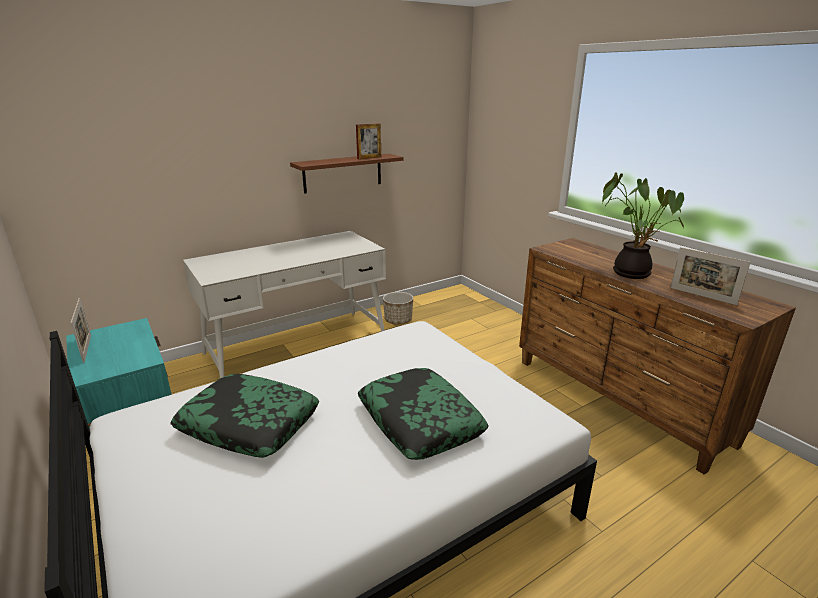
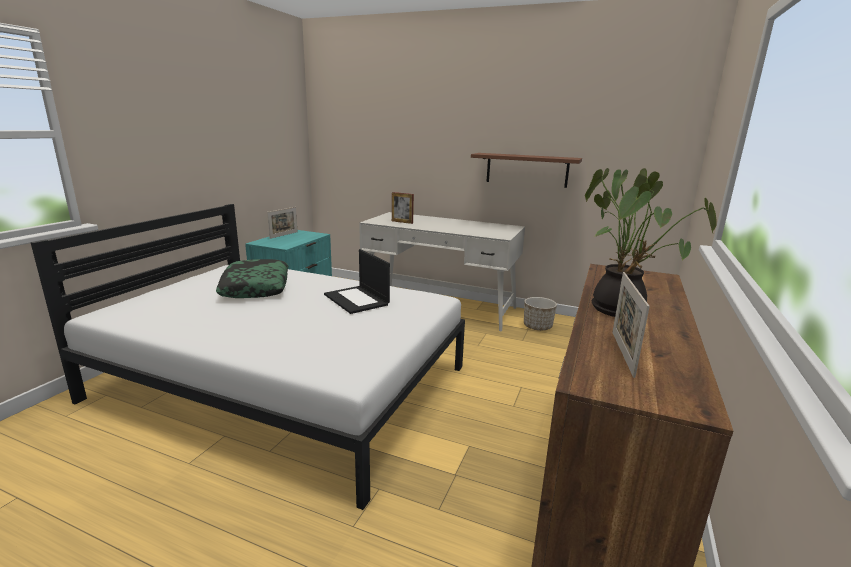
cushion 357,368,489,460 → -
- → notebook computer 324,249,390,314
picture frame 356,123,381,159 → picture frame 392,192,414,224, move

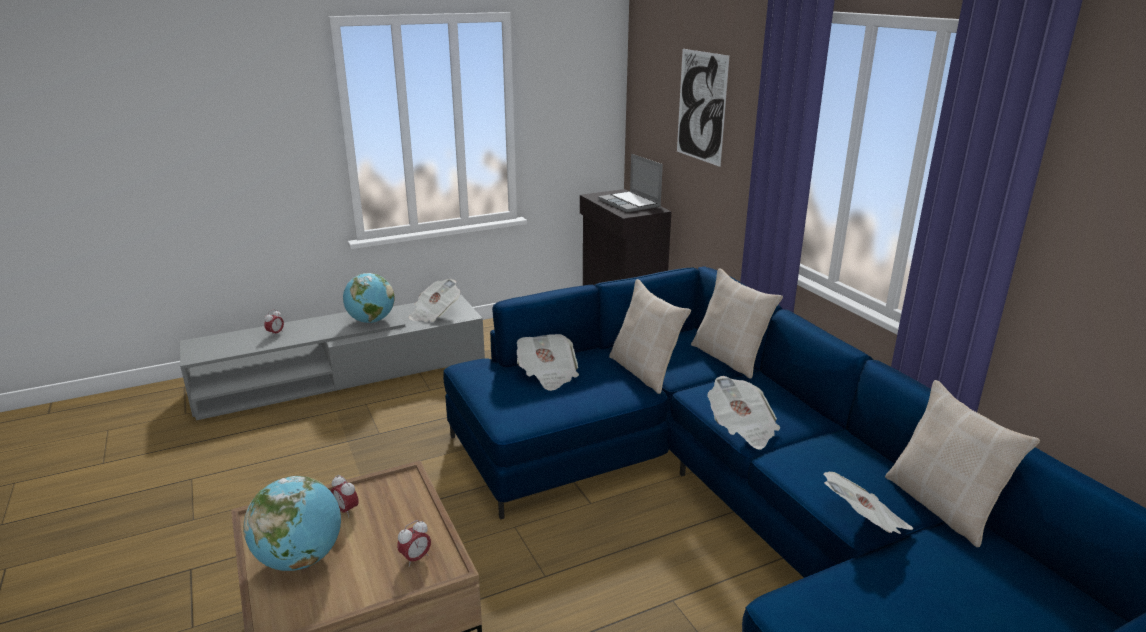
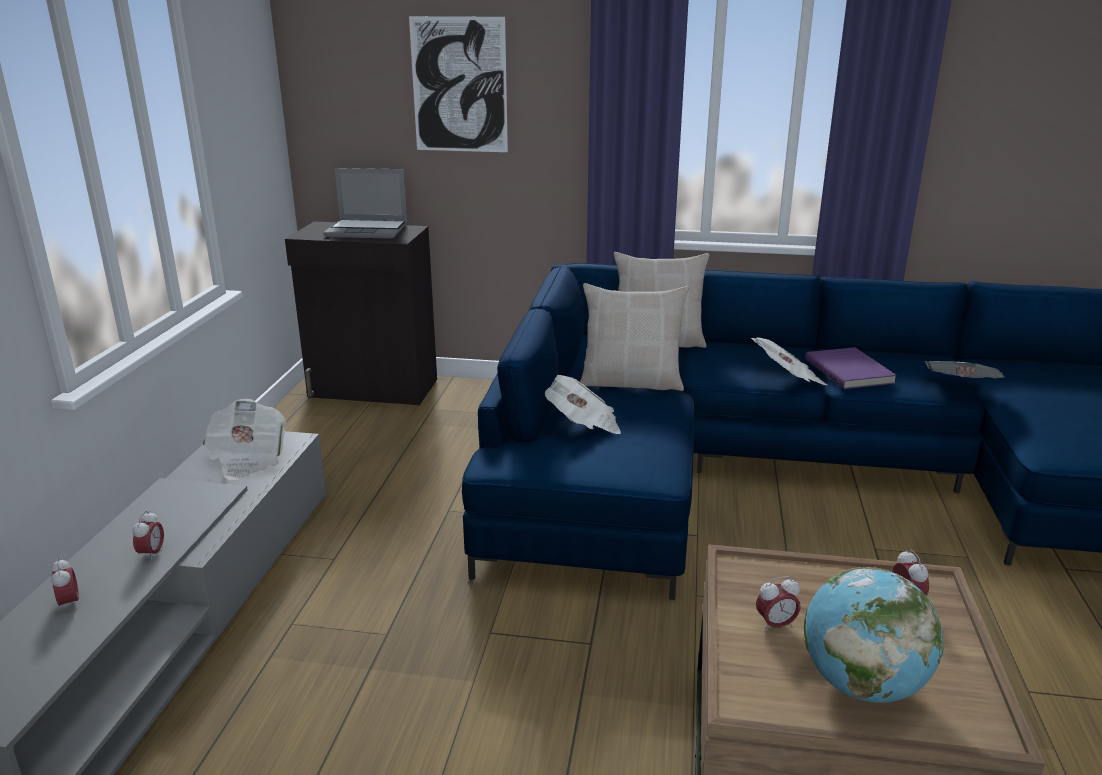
desk globe 343,273,394,323 → -
beige-coloured cushion 885,380,1040,547 → -
- → table clock 132,511,164,561
- → purplish book 805,347,897,389

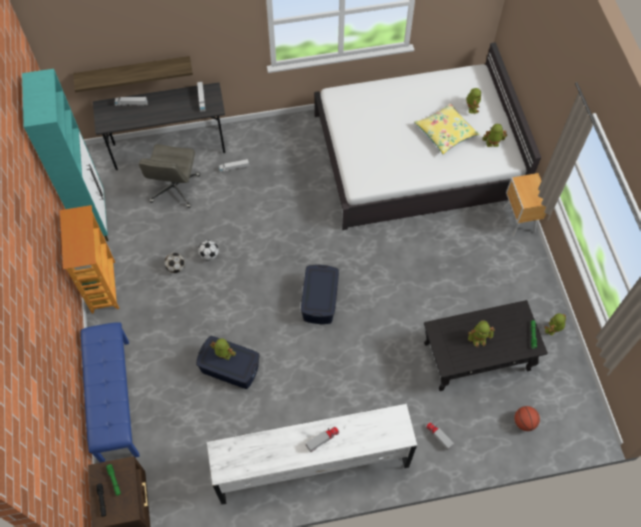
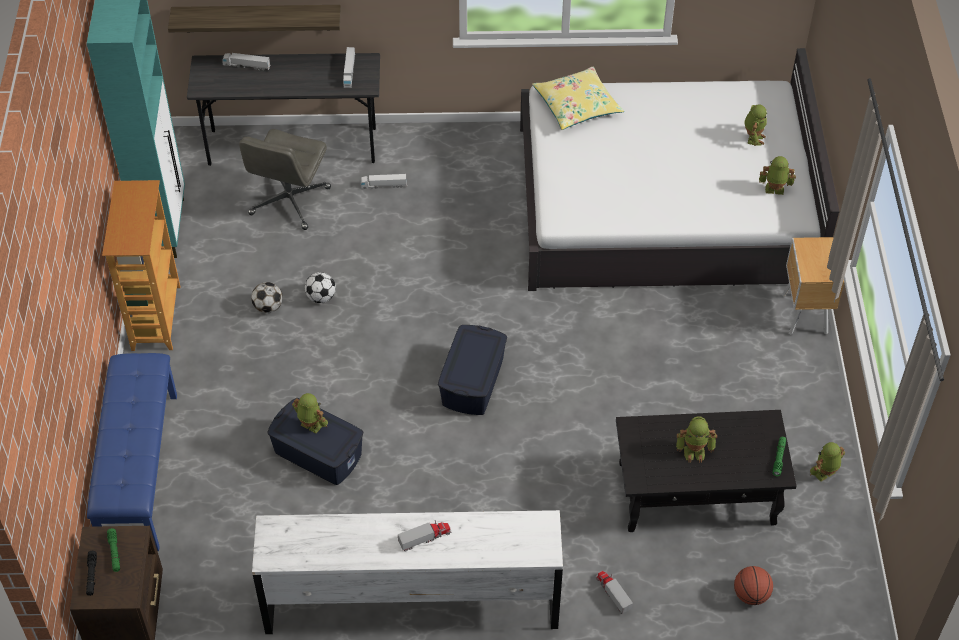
yellow cushion 414,103,480,154 → yellow cushion 532,67,624,130, move

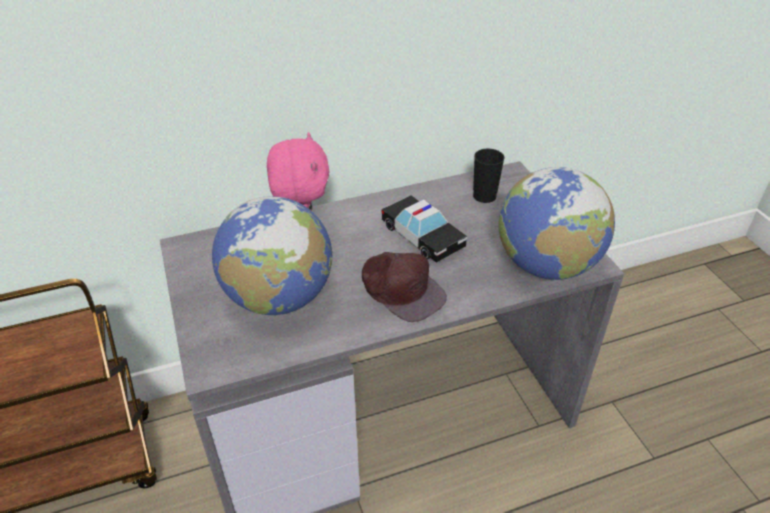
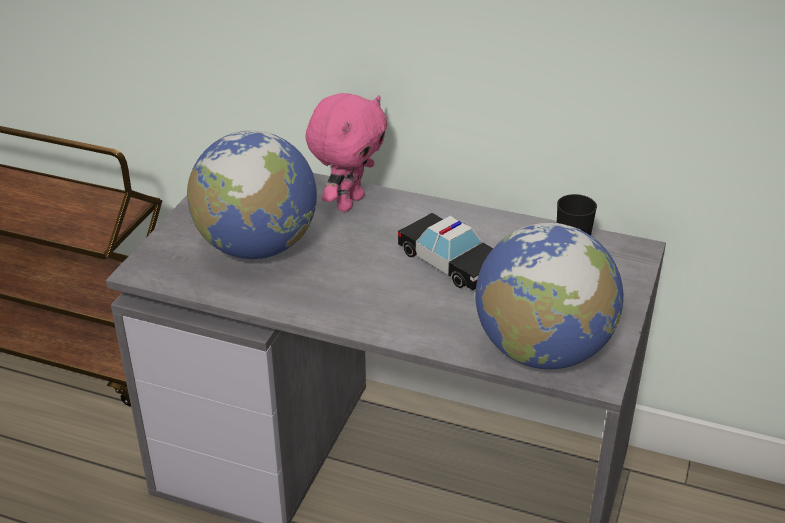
brown-coloured baseball cap 362,252,447,322 → -
model car 382,195,467,263 → model car 398,213,493,290, 45 degrees counterclockwise

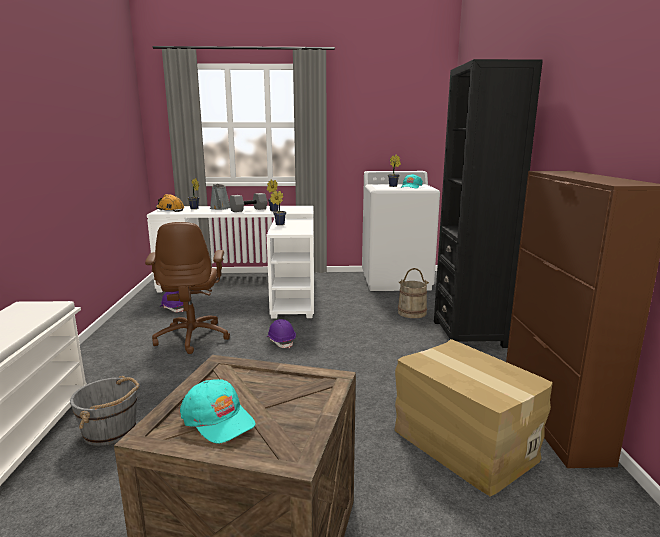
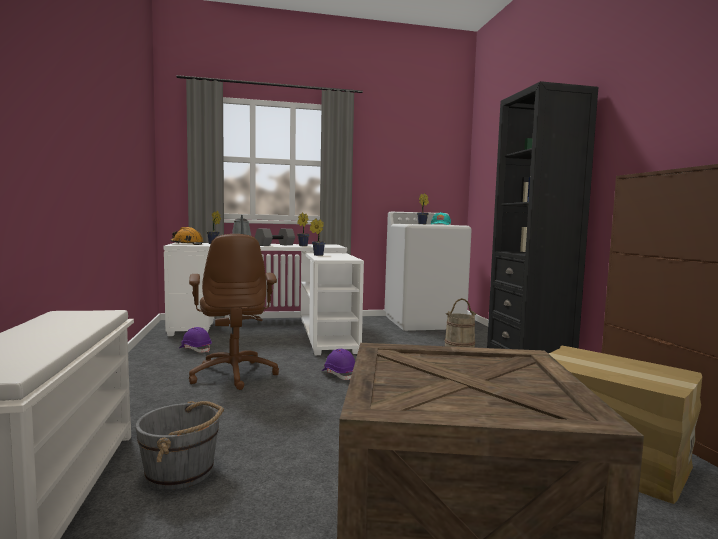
turquoise baseball cap 180,379,256,444 → -

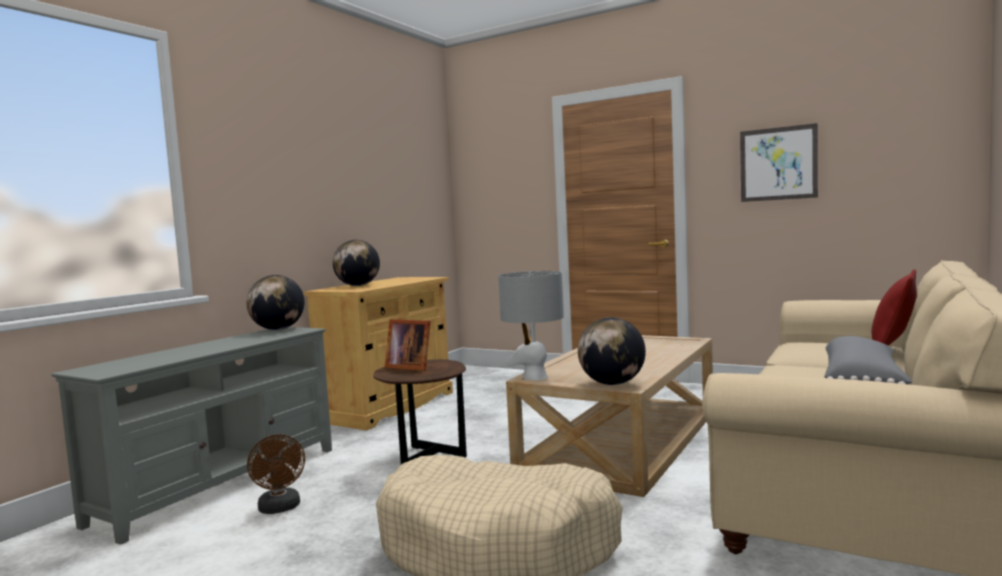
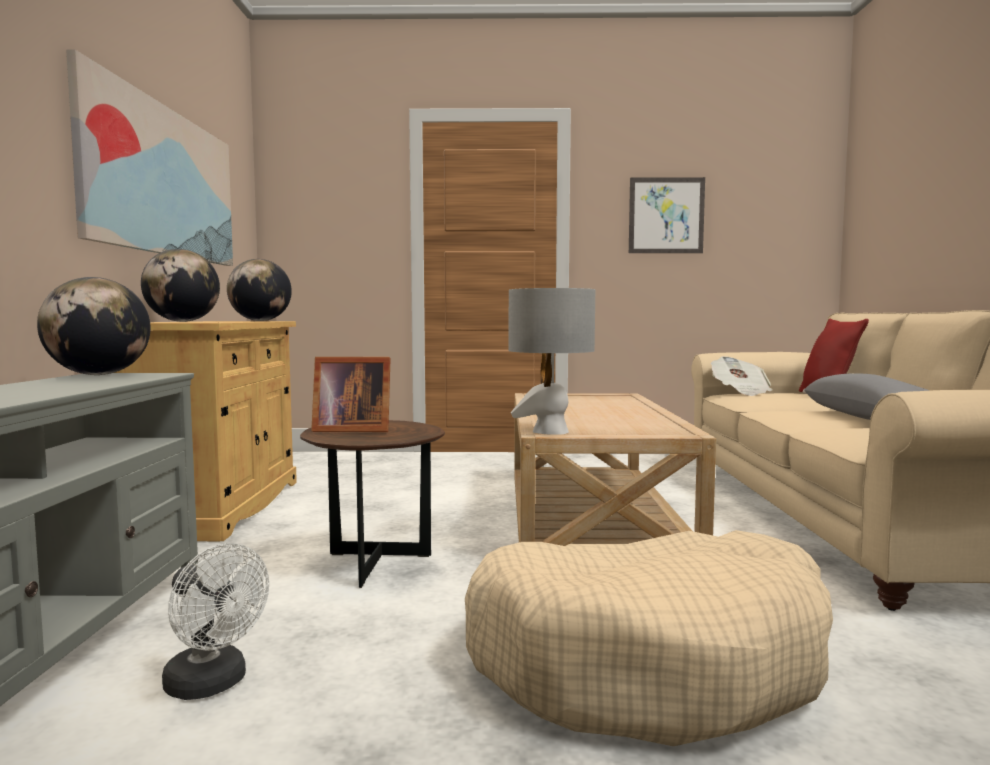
- → wall picture 66,49,233,266
- → newspaper 711,356,773,396
desk globe 578,317,646,385 → desk globe 227,259,292,321, move
brown-coloured cooling fan 247,434,305,514 → whitish cooling fan 162,543,269,700

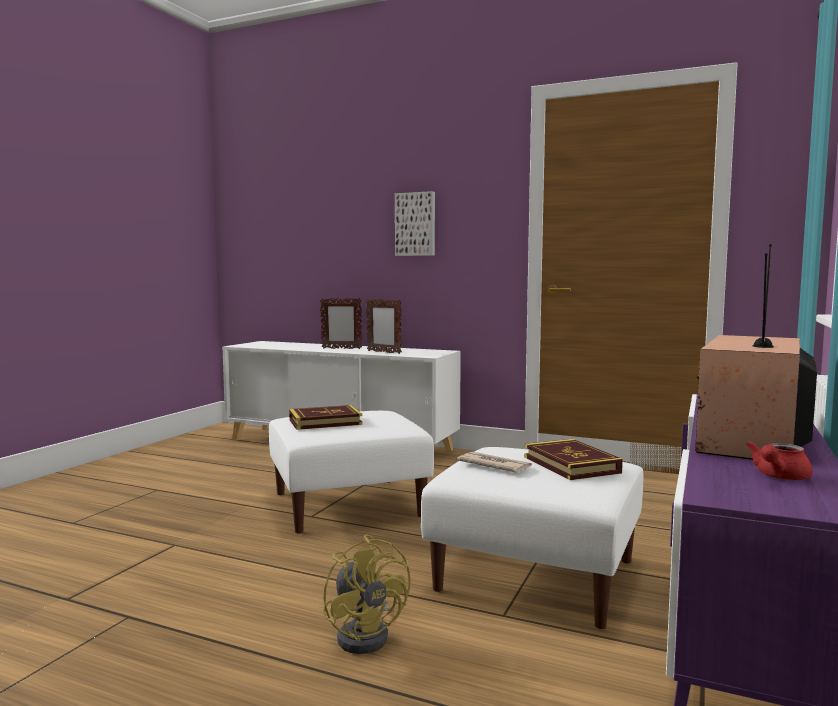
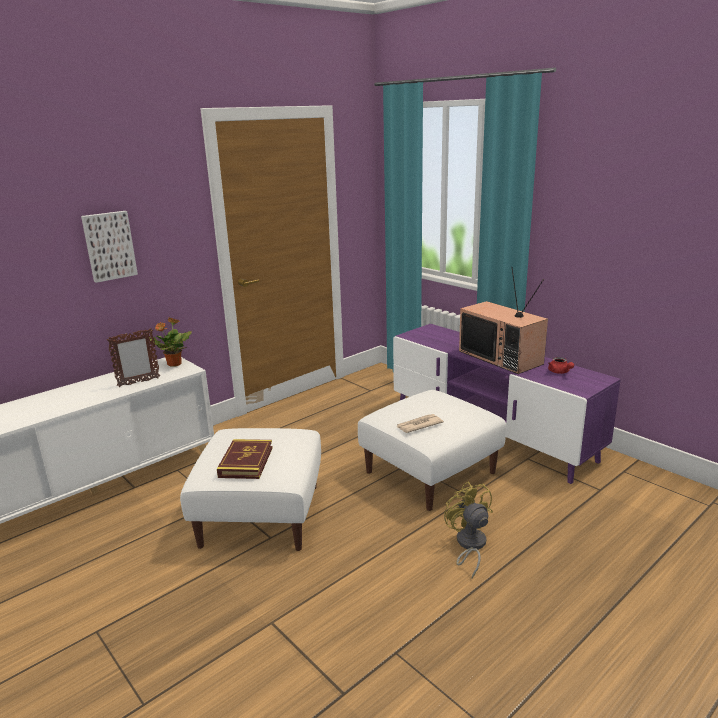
picture frame 320,297,362,349 → -
book 524,439,623,480 → -
- → houseplant 150,317,192,367
yellow cooling fan 323,534,411,654 → yellow cooling fan 444,481,493,578, 105 degrees counterclockwise

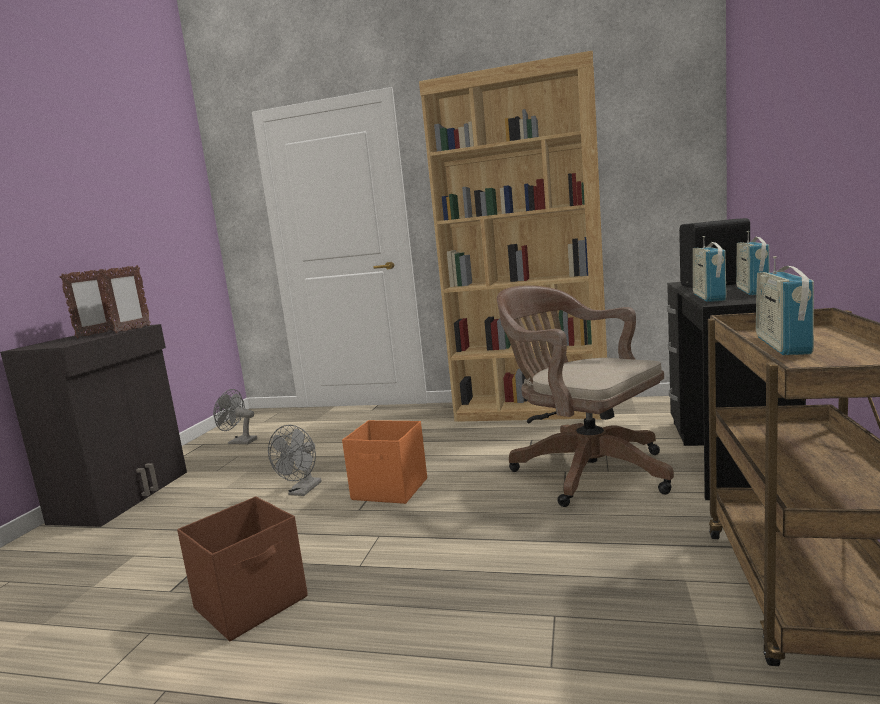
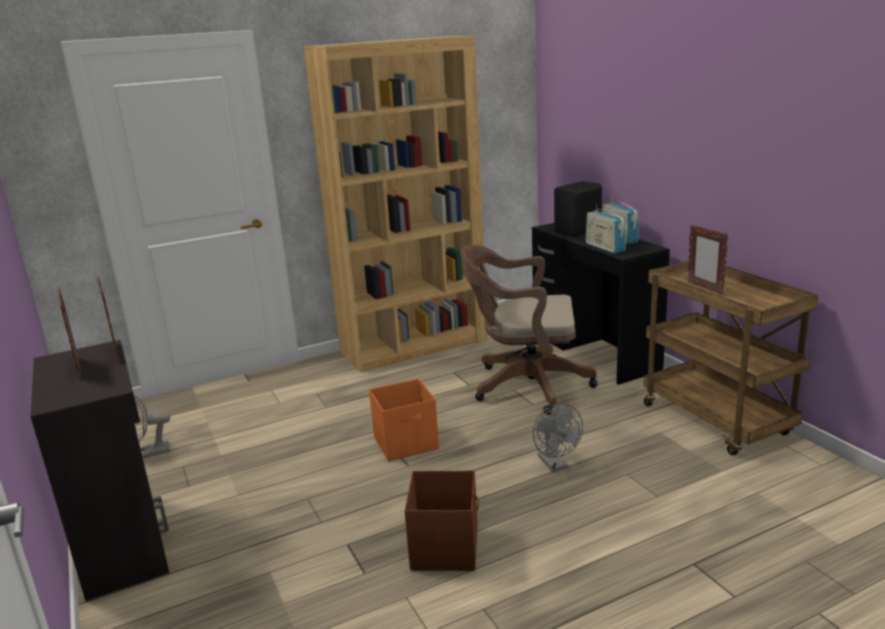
grey cooling fan 268,425,322,496 → grey cooling fan 533,404,583,471, move
radio set 756,256,814,355 → picture frame 687,225,728,295

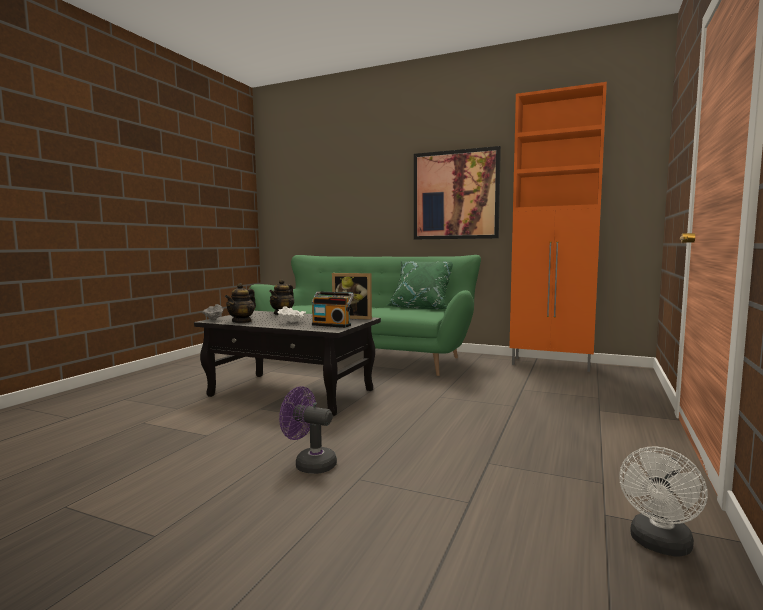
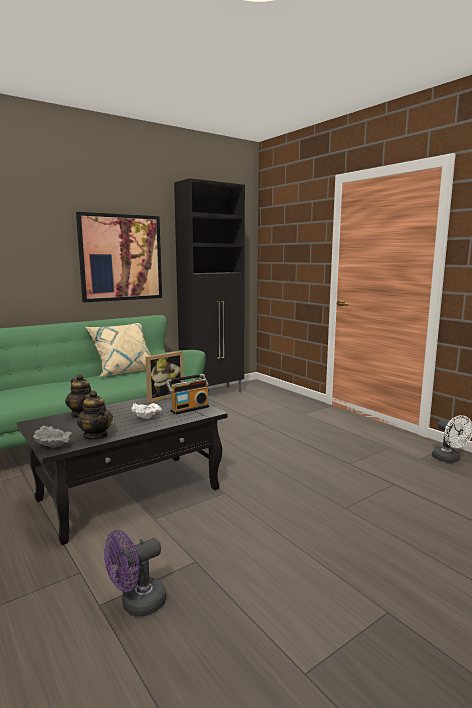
purplish cooling fan 279,386,337,474 → purplish cooling fan 104,530,166,616, move
green cushion 387,261,453,310 → beige-coloured cushion 86,323,151,376
orange cupboard 509,82,607,372 → blackish cupboard 174,178,245,392

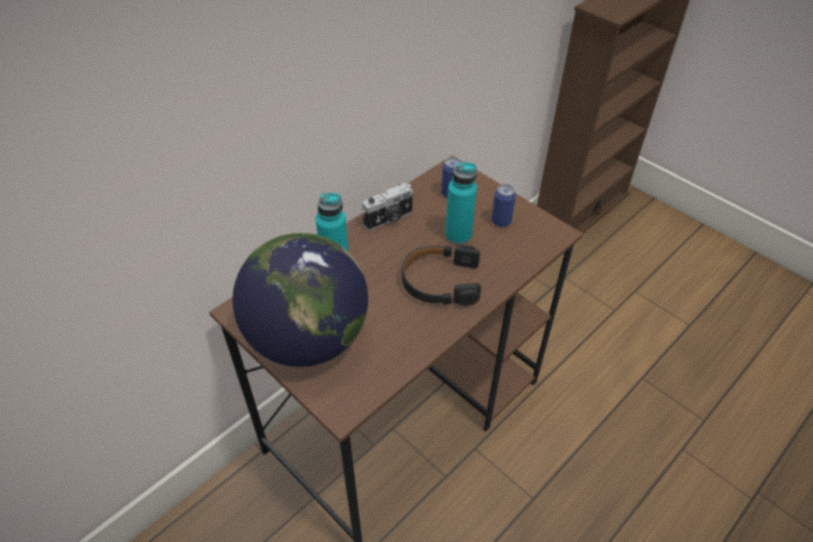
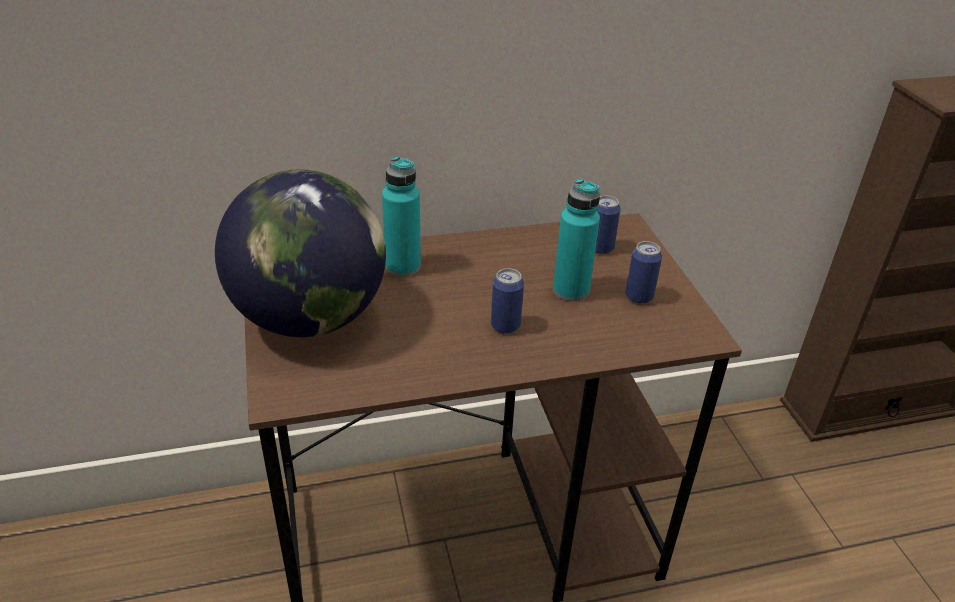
still camera 362,183,414,231 → -
blackish headset 402,245,481,306 → sealed can 491,268,524,334

